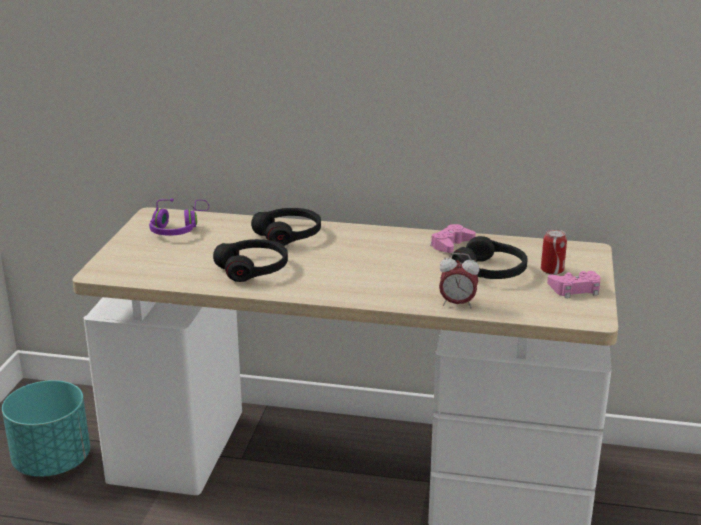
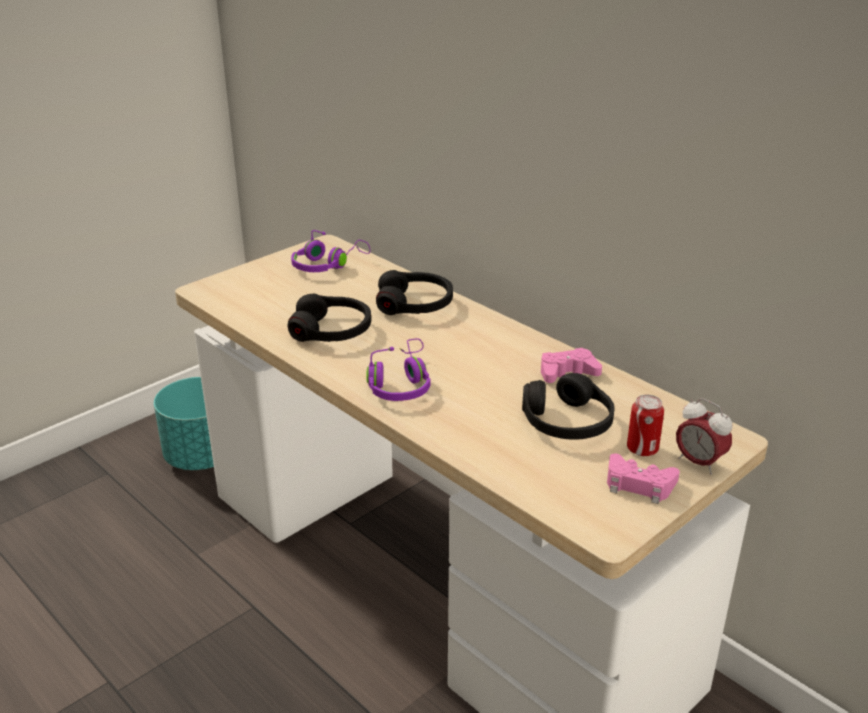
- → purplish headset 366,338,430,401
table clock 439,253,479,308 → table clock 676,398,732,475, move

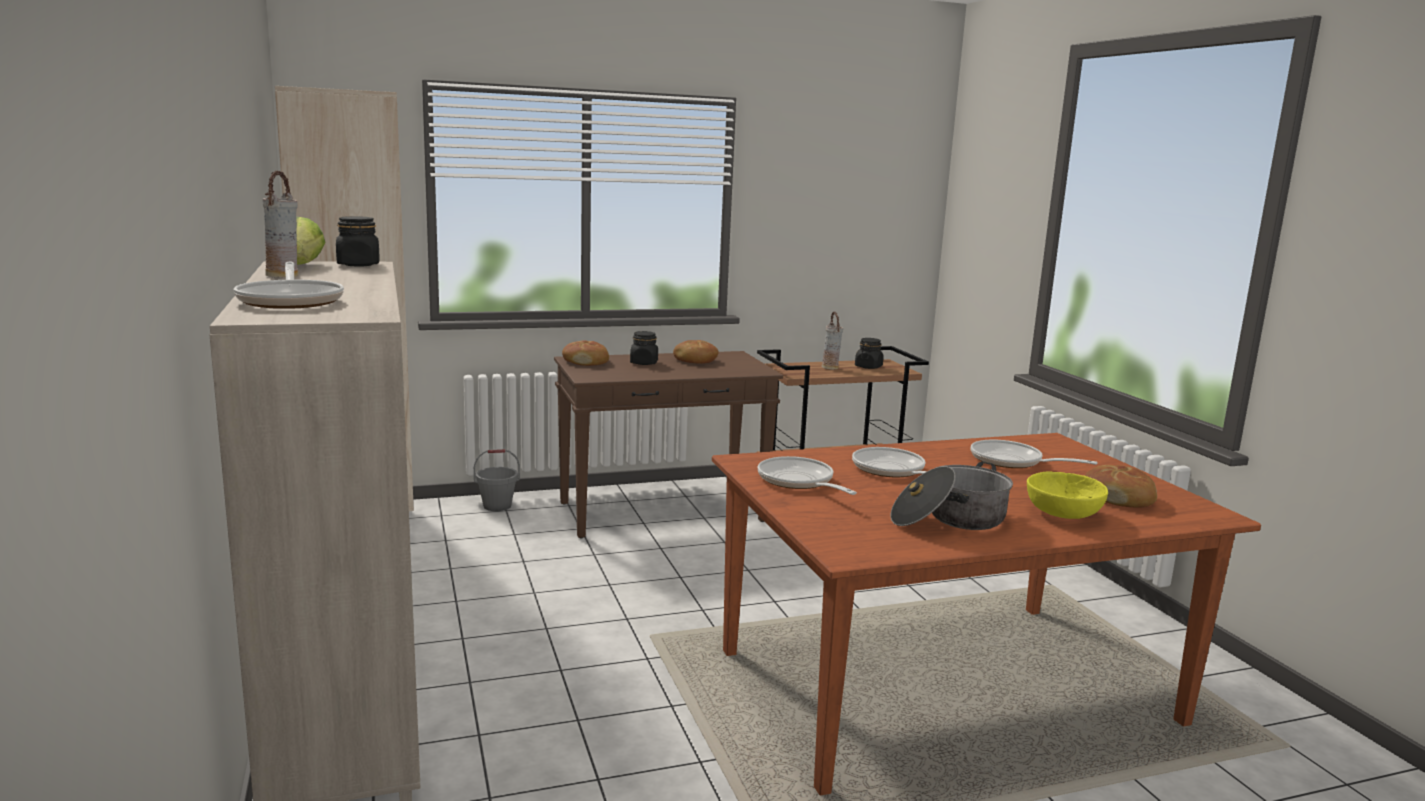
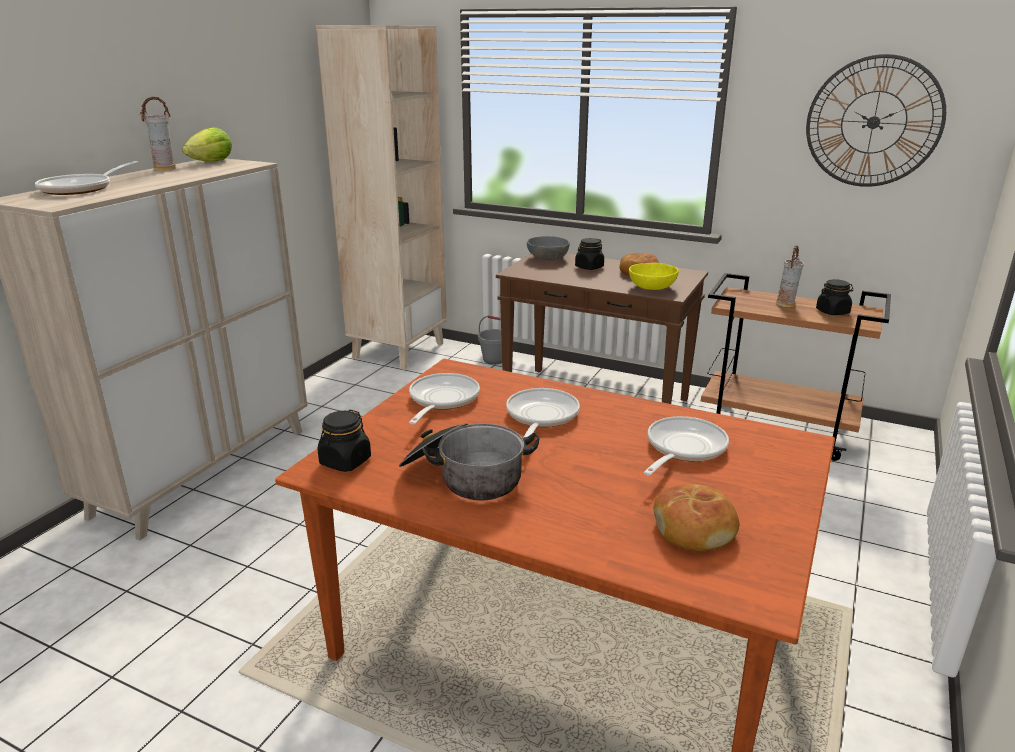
- → hanging clock 806,54,946,187
blackish storage jar 336,216,380,267 → blackish storage jar 318,410,371,472, move
yellow bowl 1027,471,1108,519 → yellow bowl 629,263,679,290, move
bakery bread 562,340,609,366 → grey bowl 527,236,570,260
pan 971,440,1098,468 → pan 644,416,729,476, 45 degrees clockwise

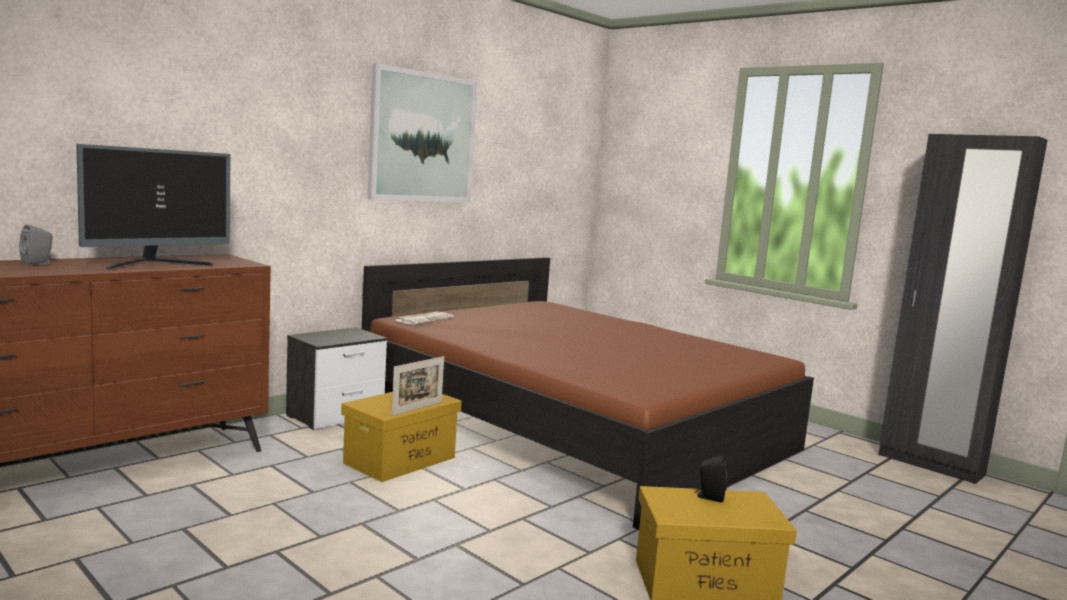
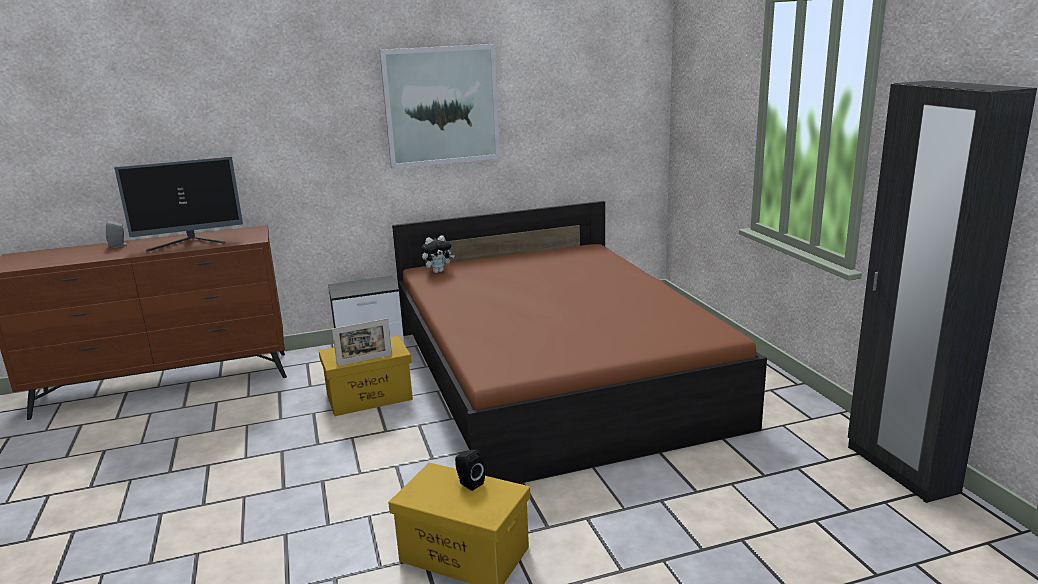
newspaper 395,312,454,325 → plush toy 422,235,455,273

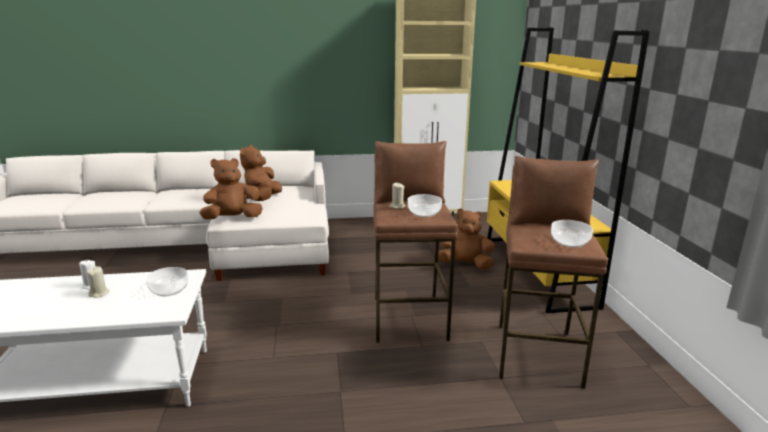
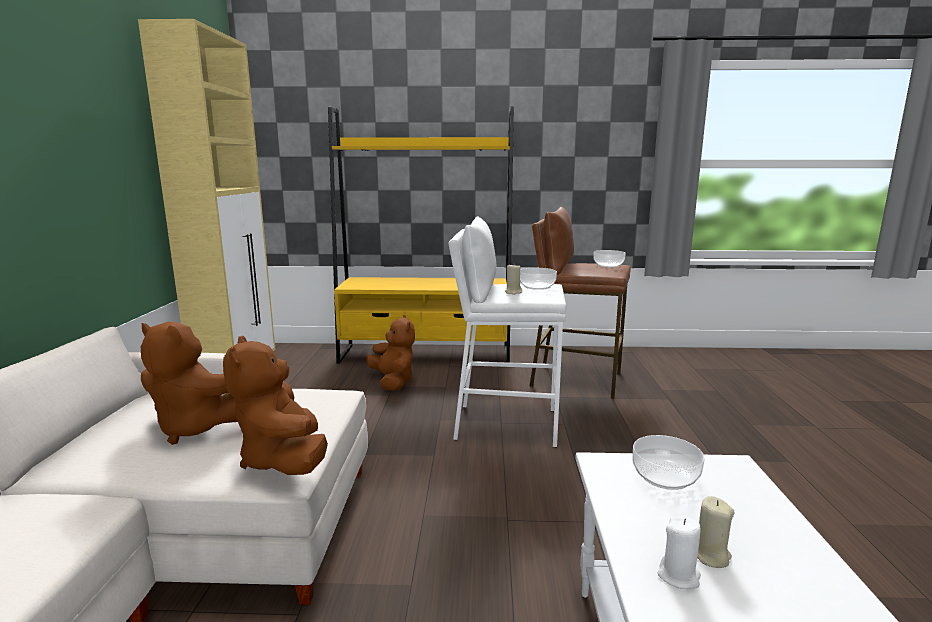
brown-coloured stool seat 373,141,458,343 → whitish stool seat 449,217,566,447
brown-coloured plush toy 438,208,495,270 → brown-coloured plush toy 366,315,415,391, 135 degrees clockwise

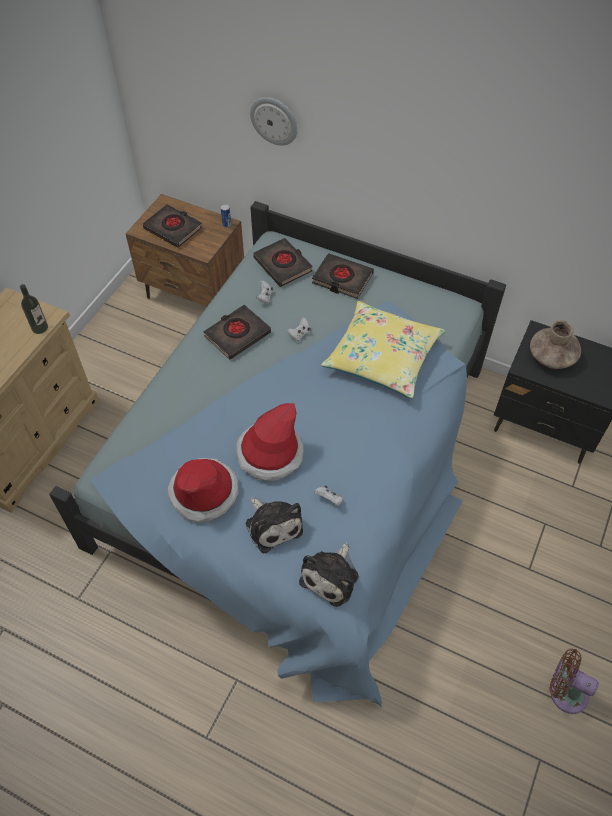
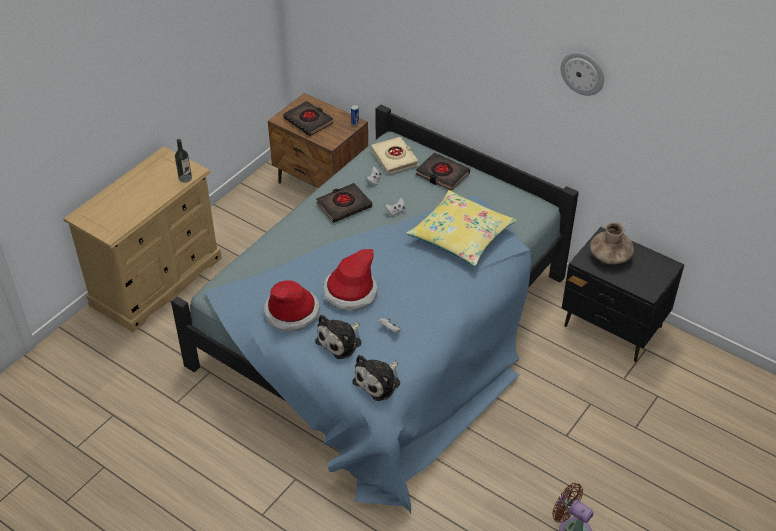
hanging clock 250,97,298,146 → hanging clock 561,52,604,96, move
blackish book 253,238,313,287 → beige-coloured book 371,137,418,174
plush toy 246,497,303,553 → plush toy 315,315,362,359, 60 degrees clockwise

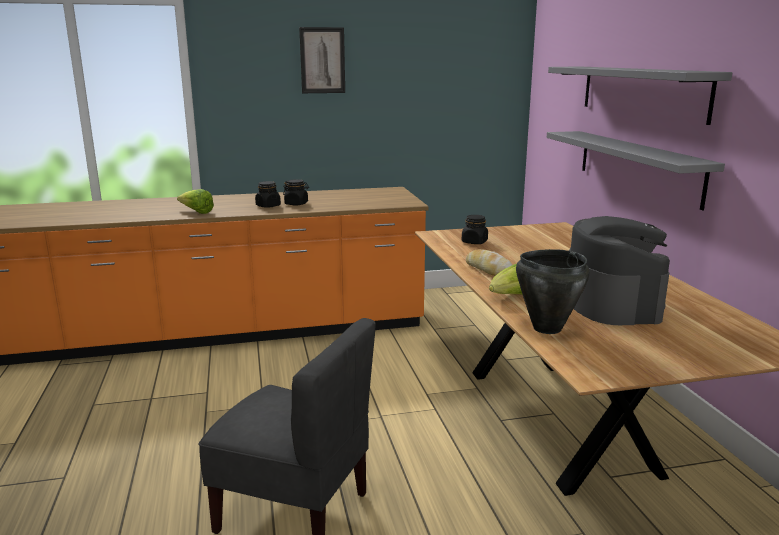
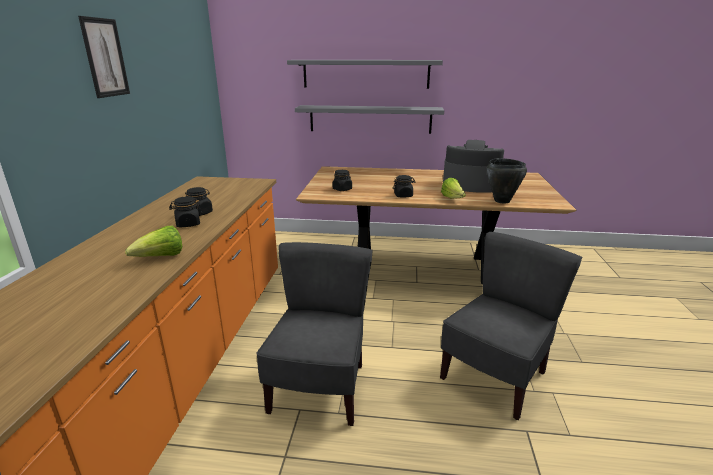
- → grey plain chair 256,242,373,426
bakery bread 466,249,512,276 → blackish storage jar 393,175,415,197

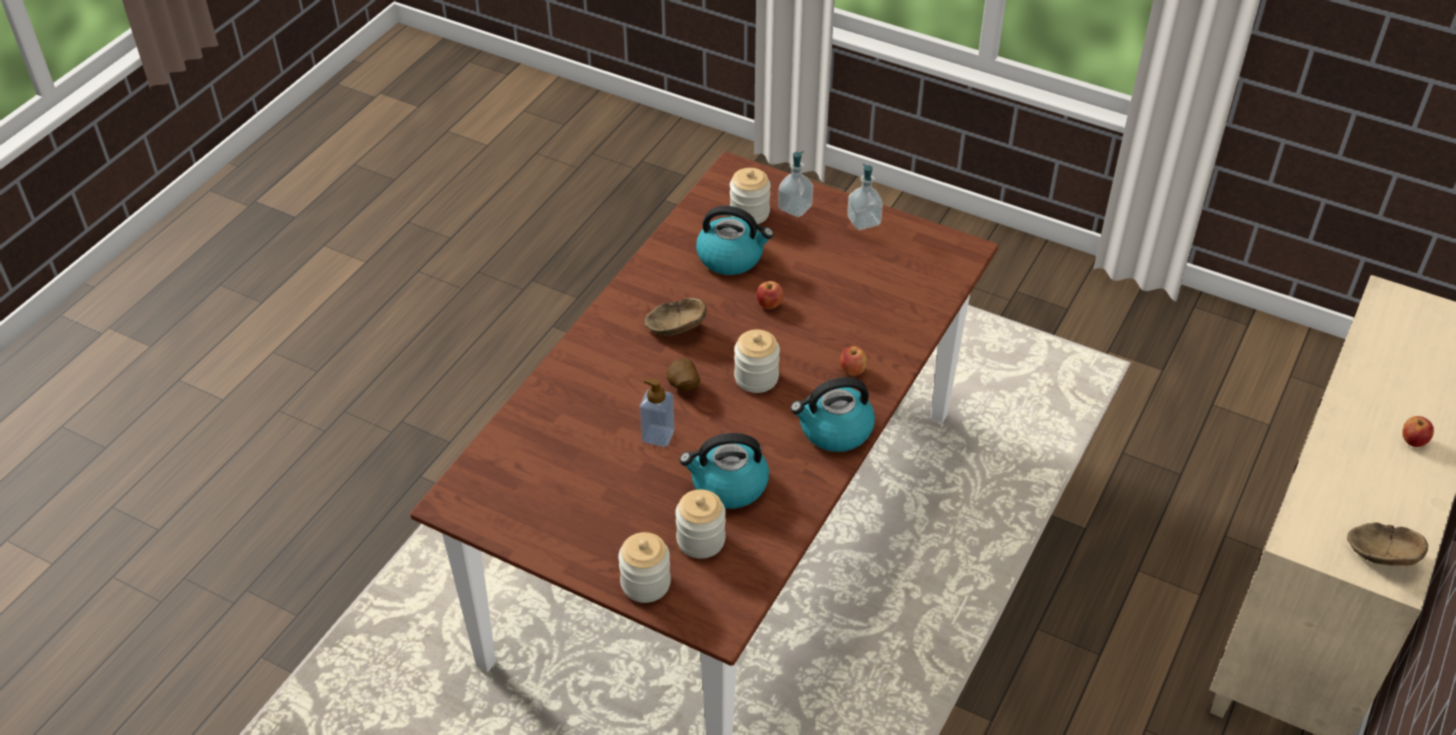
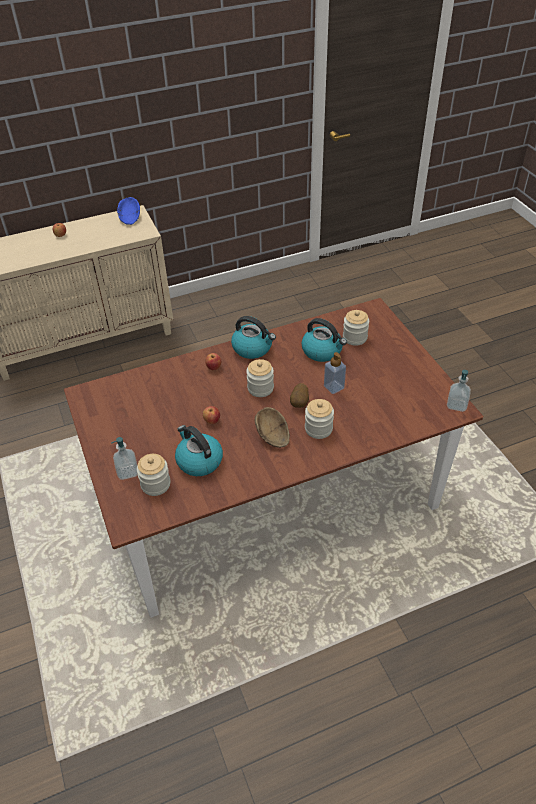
storage jar 618,532,671,603 → storage jar 305,399,334,439, move
soap dispenser 847,164,883,230 → soap dispenser 447,370,471,412, move
brown-coloured bowl 1347,522,1428,566 → blue-coloured bowl 117,197,140,225

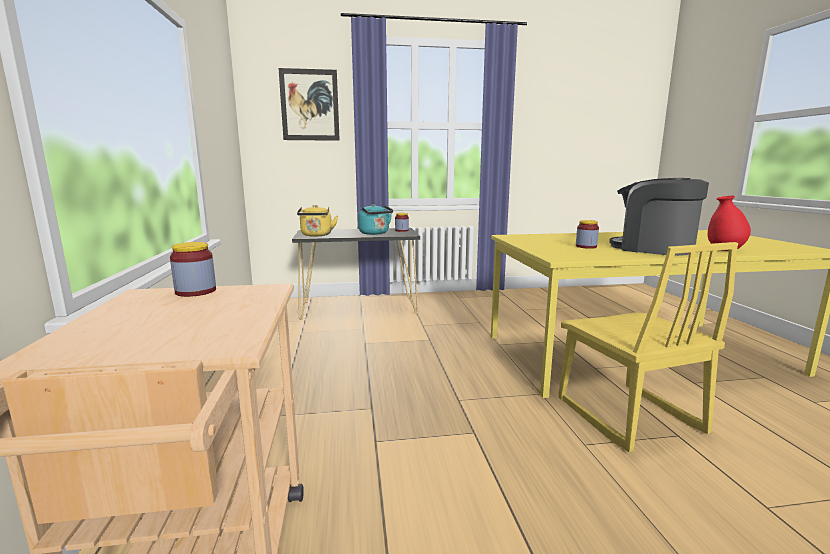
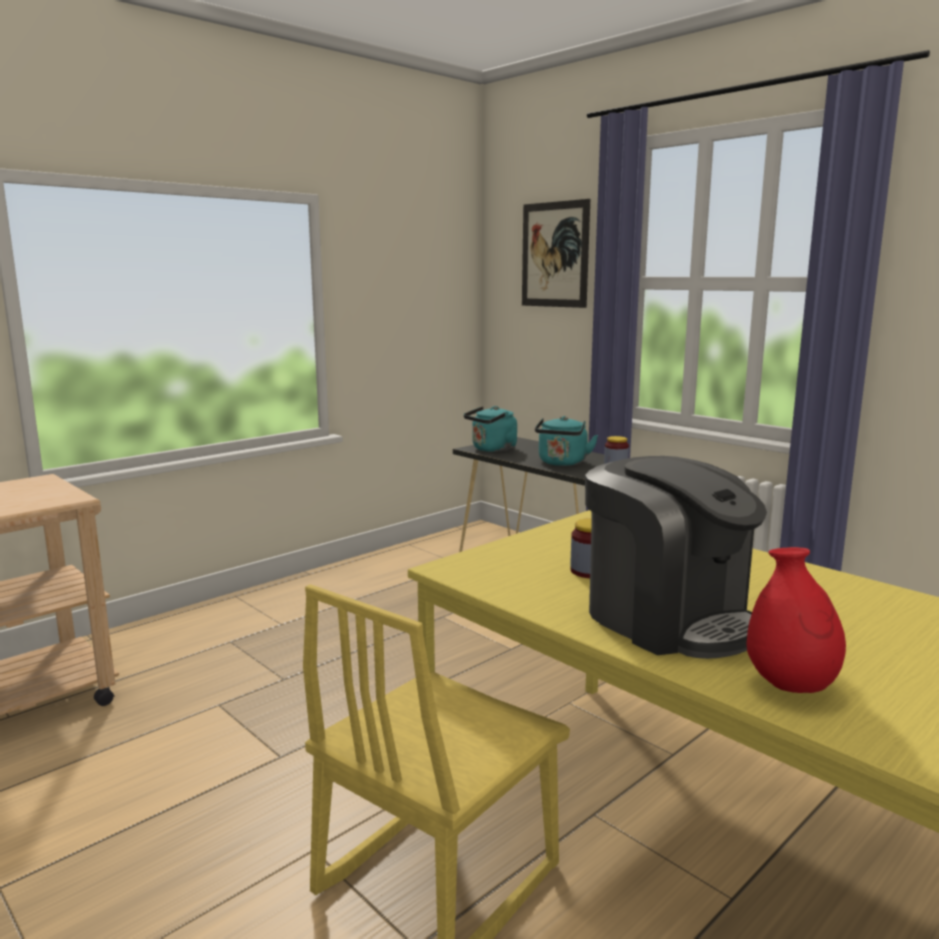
storage jar 170,242,216,297 → -
yellow tea kettle 297,205,338,236 → turquoise tea kettle 464,406,517,452
coffee brewer 609,178,709,256 → coffee brewer 585,456,767,659, 135 degrees clockwise

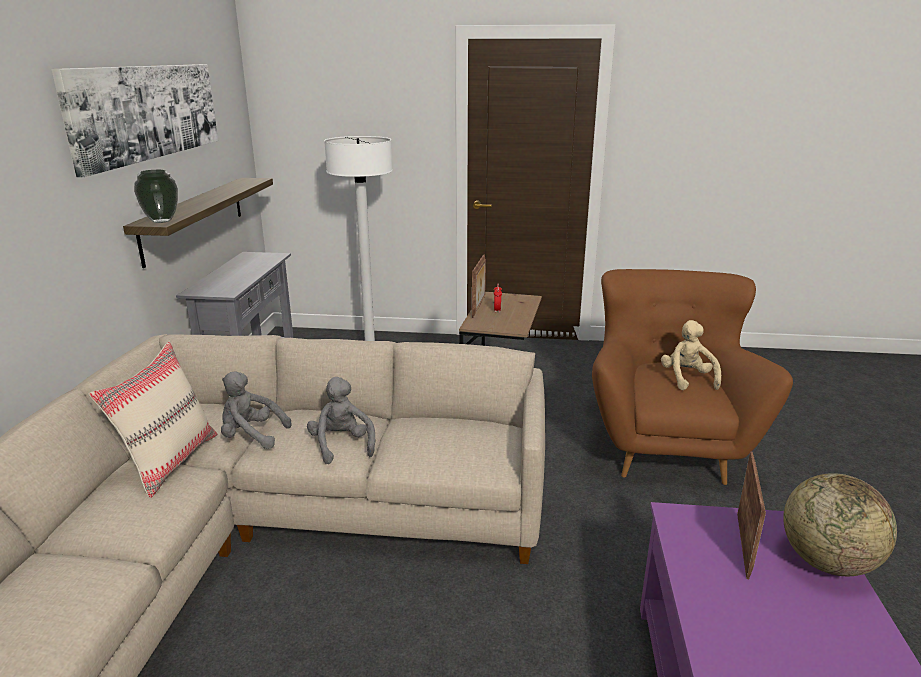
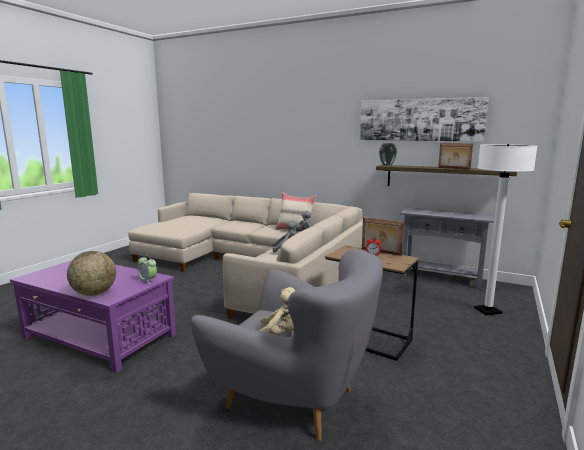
- → table clock 137,255,157,284
picture frame 737,451,766,579 → picture frame 438,143,473,170, move
brown-coloured armchair 592,269,793,485 → grey armchair 191,249,383,441

